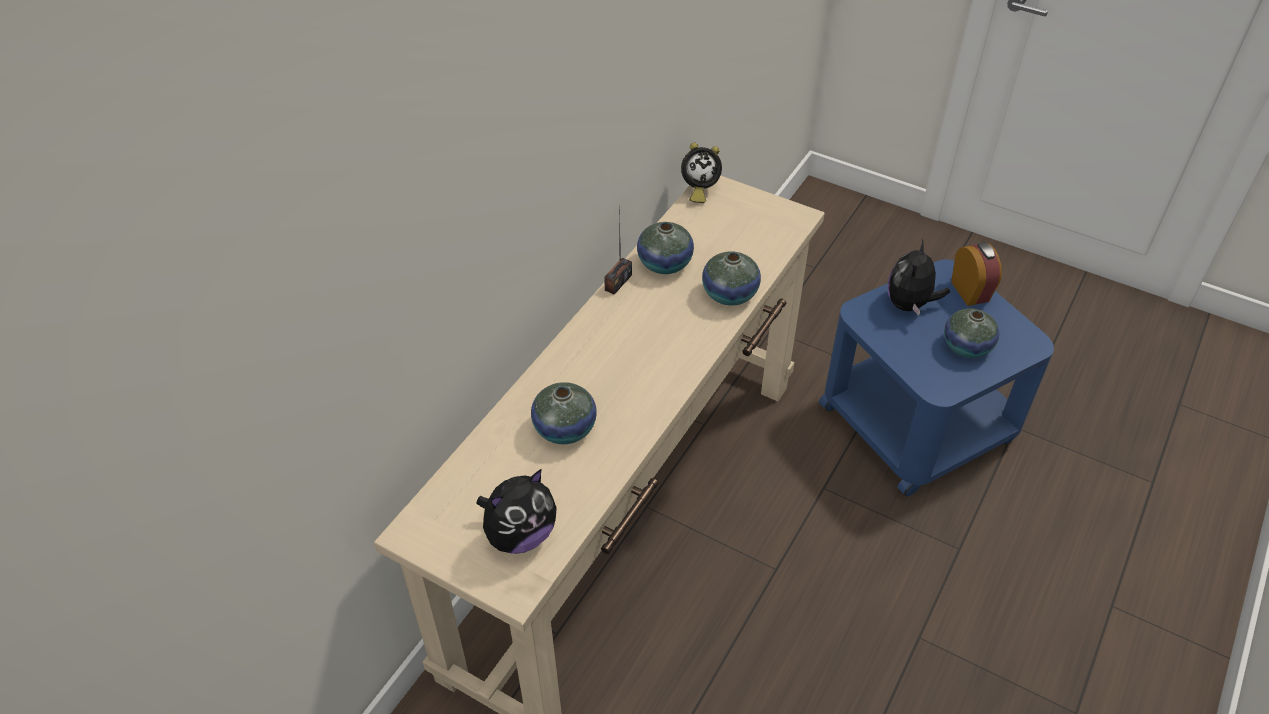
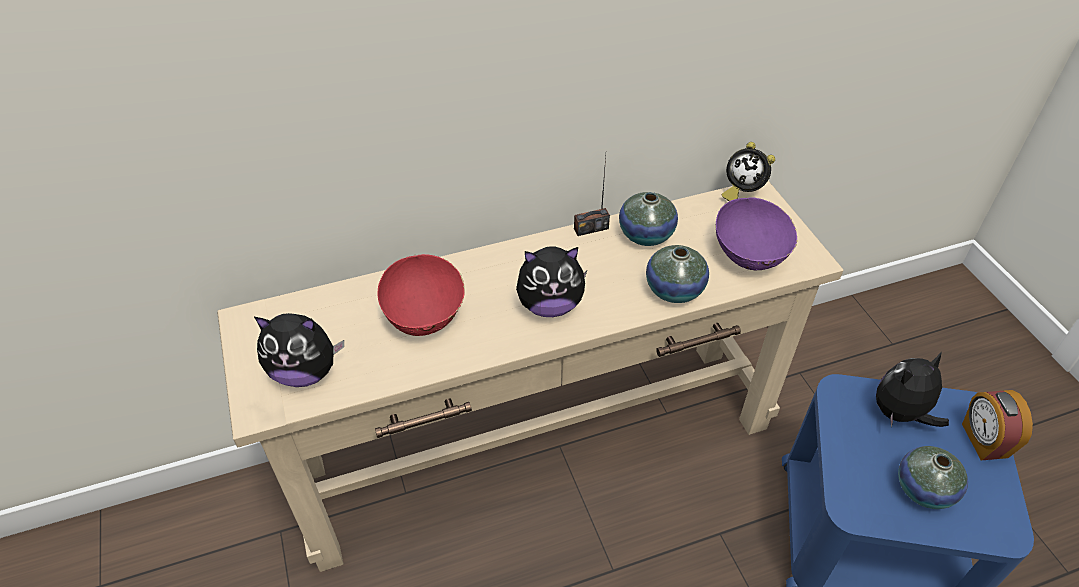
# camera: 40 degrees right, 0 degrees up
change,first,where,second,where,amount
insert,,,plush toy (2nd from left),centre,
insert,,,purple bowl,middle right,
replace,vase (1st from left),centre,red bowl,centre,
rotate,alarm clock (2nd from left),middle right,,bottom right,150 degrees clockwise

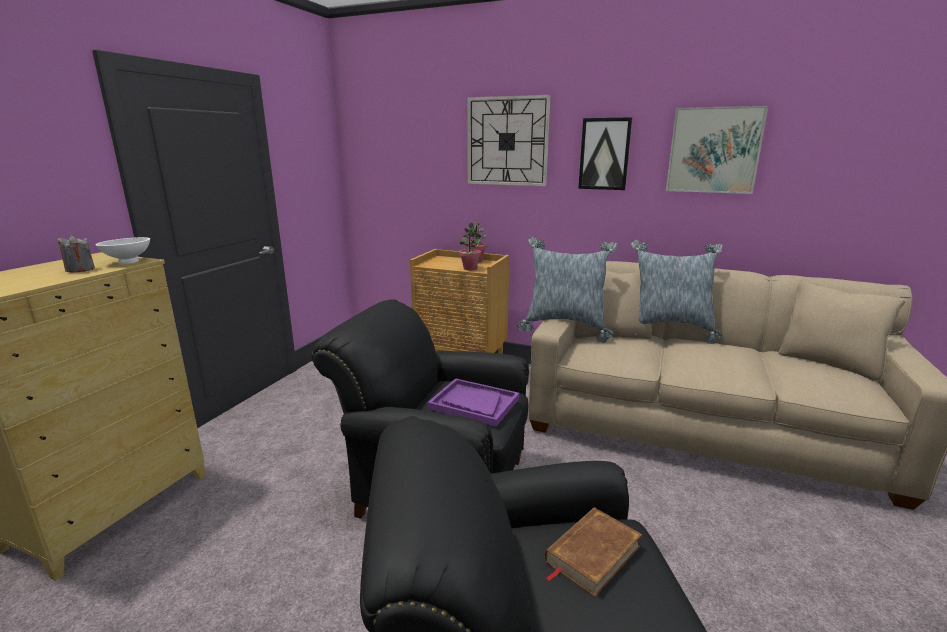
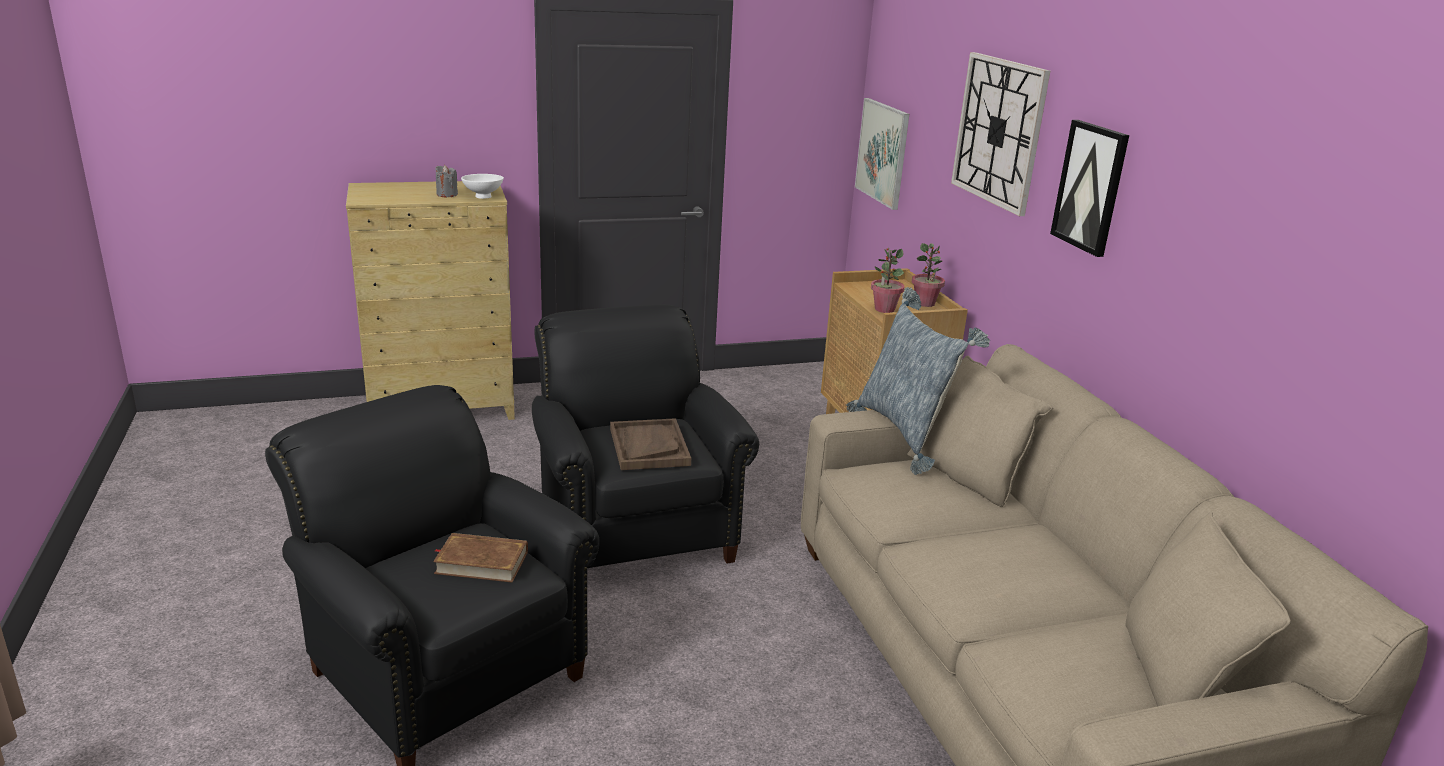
# camera: 50 degrees right, 5 degrees up
change,first,where,second,where,amount
delete,pillow (2nd from left),middle right,,,
move,picture (2nd from left in the first image),top right,picture (1st from left),top centre,
recolor,purple tray,centre,brown tray,centre,

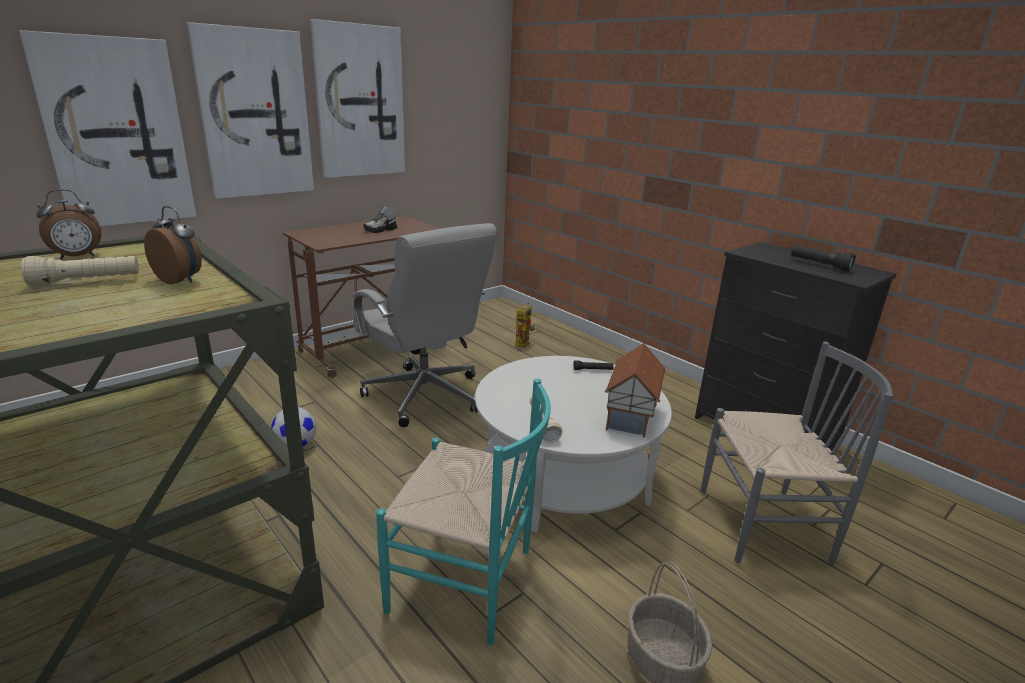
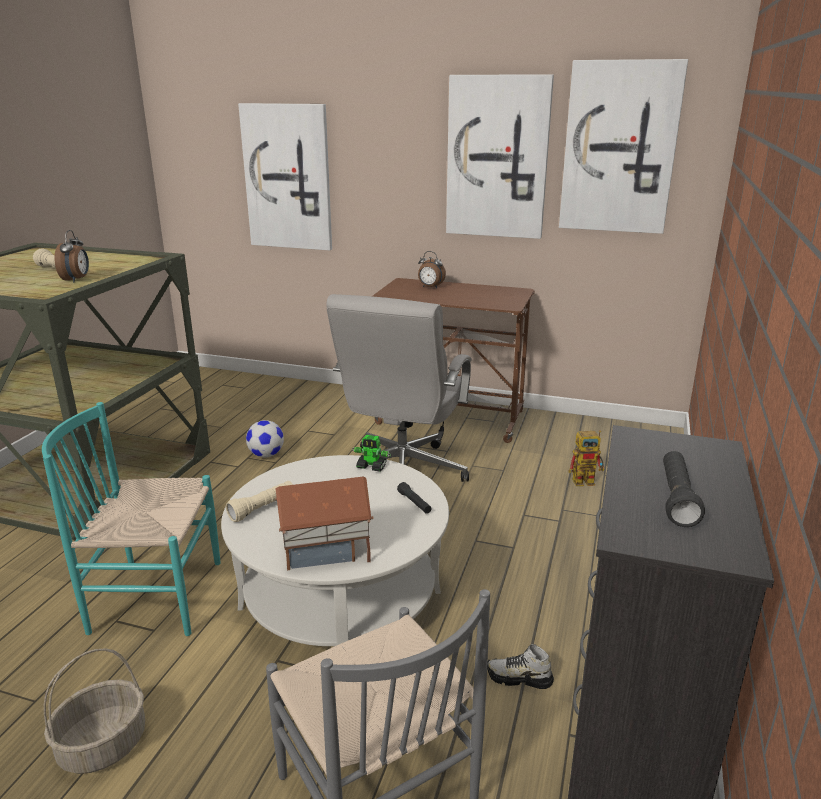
# camera: 60 degrees right, 0 degrees up
change,first,where,second,where,amount
insert,,,toy robot (1st from left),centre,
move,alarm clock (1st from left in the first image),top left,alarm clock (2nd from left),centre,
move,picture (2nd from left in the first image),top left,picture (3rd from left),top right,
move,shoe,top centre,,bottom centre,
rotate,turquoise chair,bottom centre,,middle left,105 degrees clockwise

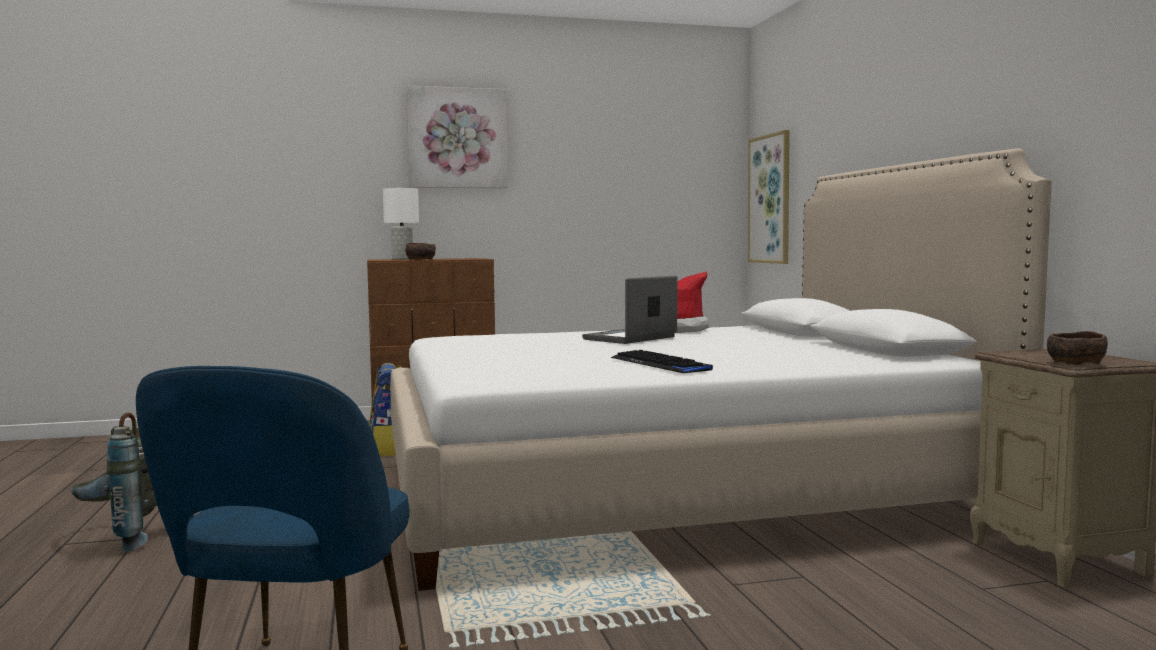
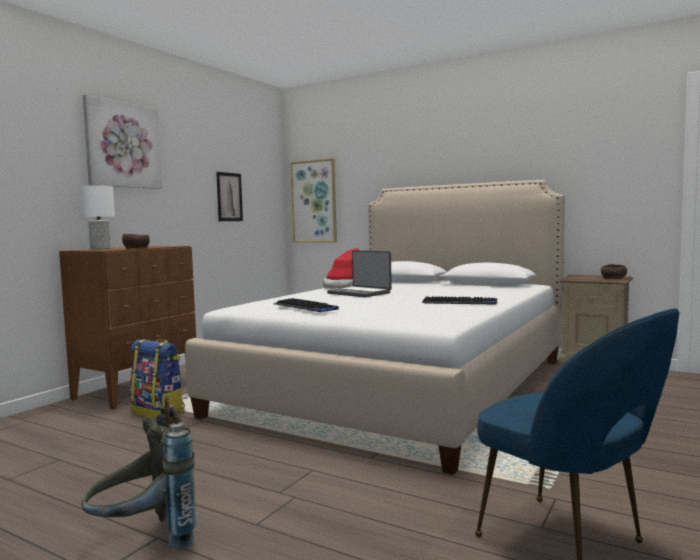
# camera: 45 degrees left, 0 degrees up
change,first,where,second,where,amount
insert,,,picture (2nd from left),middle left,
insert,,,keyboard (1st from left),centre,
rotate,laptop,centre,,centre,45 degrees counterclockwise

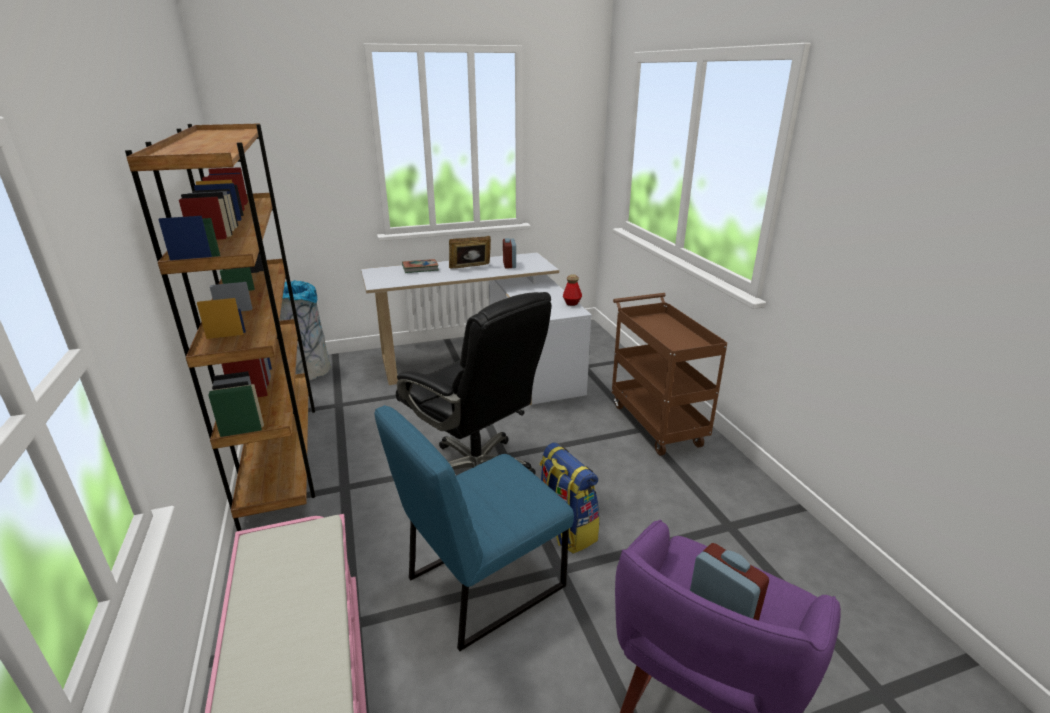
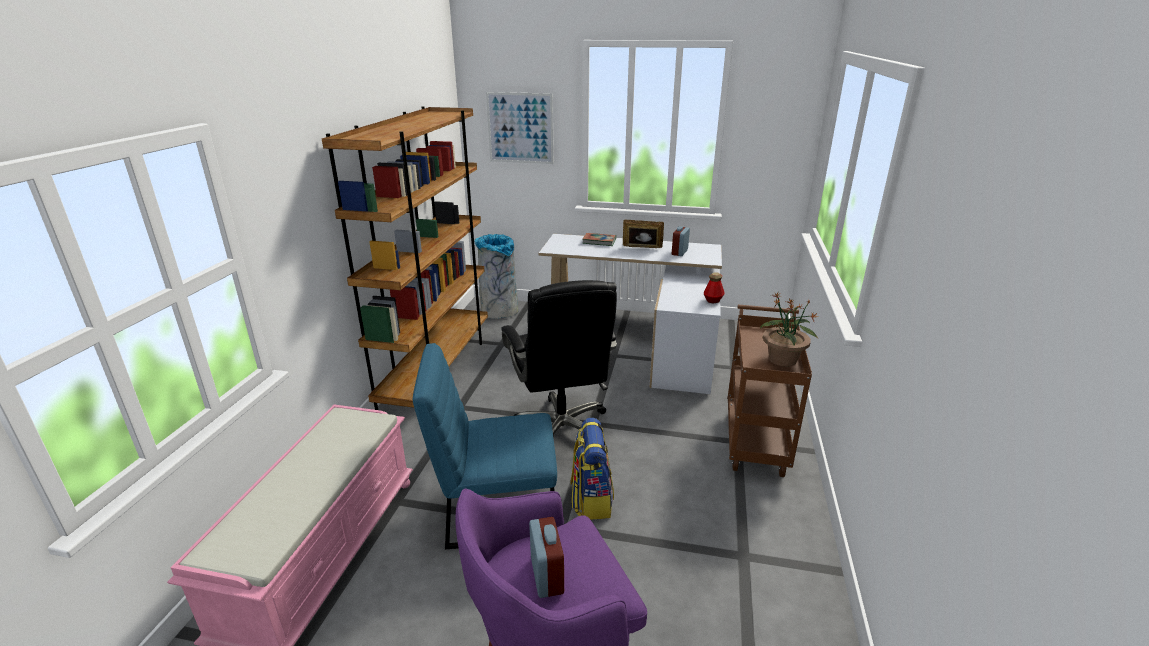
# camera: 30 degrees right, 0 degrees up
change,first,where,second,where,amount
insert,,,picture,top centre,
insert,,,potted plant,middle right,

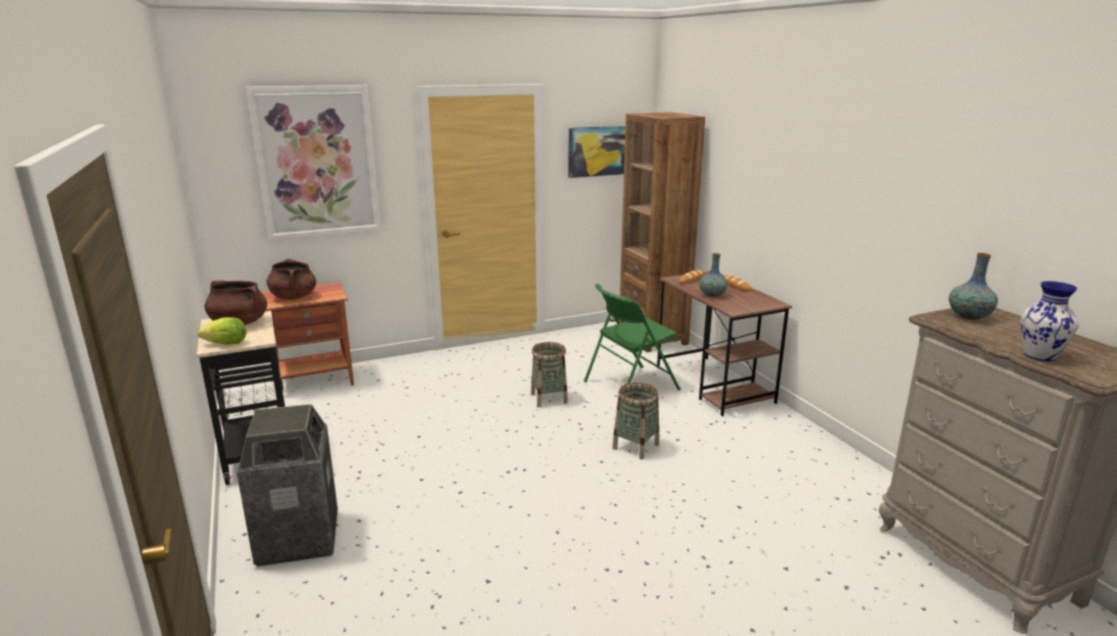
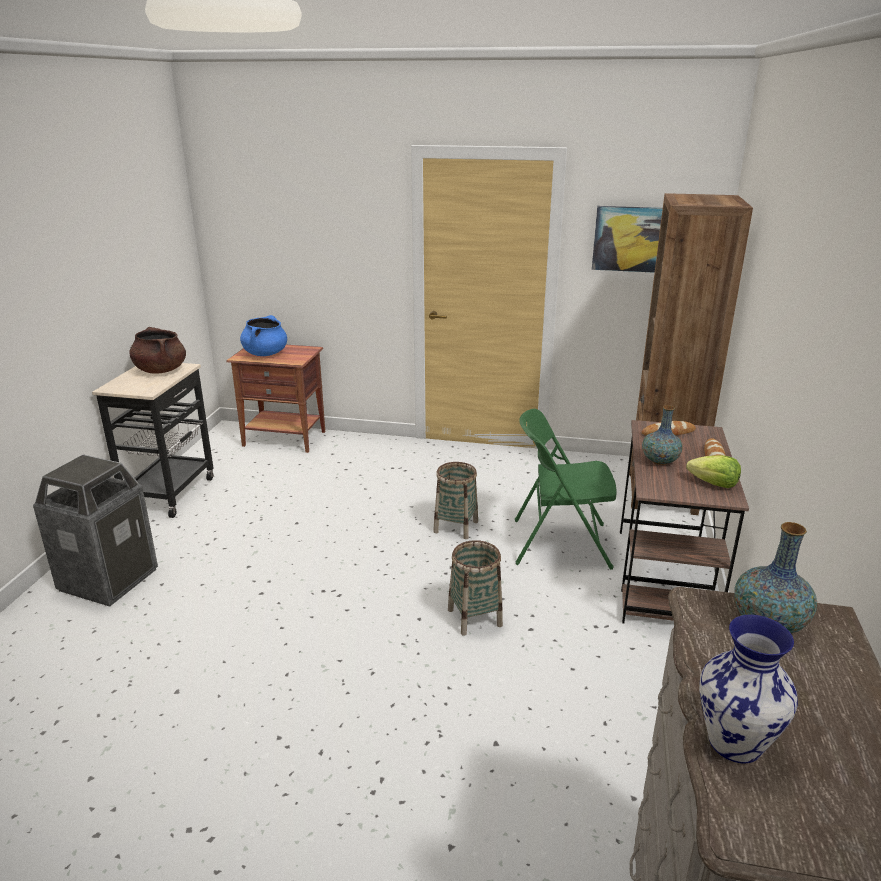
# camera: 35 degrees right, 5 degrees up
change,first,where,second,where,amount
delete,picture (1st from left),top left,,,
move,lettuce,middle left,,middle right,
recolor,brown cooking pot (2nd from left),middle left,blue cooking pot,middle left,

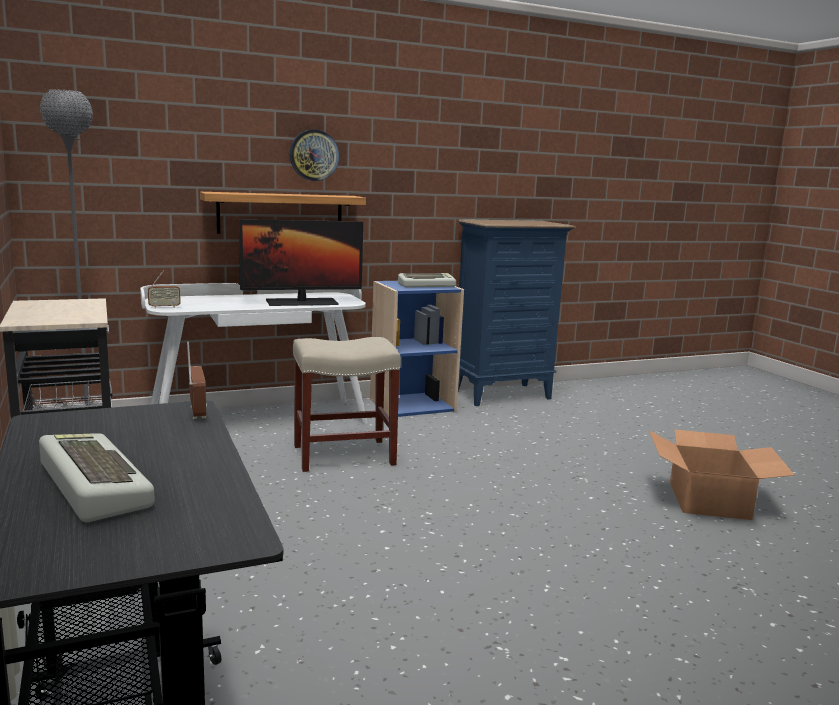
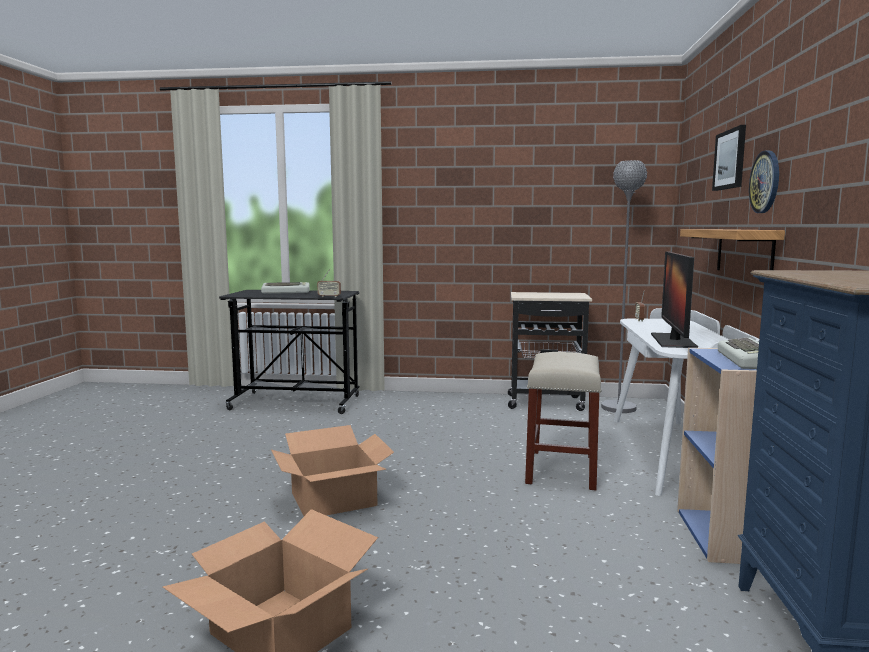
# camera: 120 degrees right, 5 degrees down
change,first,where,second,where,amount
insert,,,cardboard box (2nd from left),bottom centre,
insert,,,picture,top right,

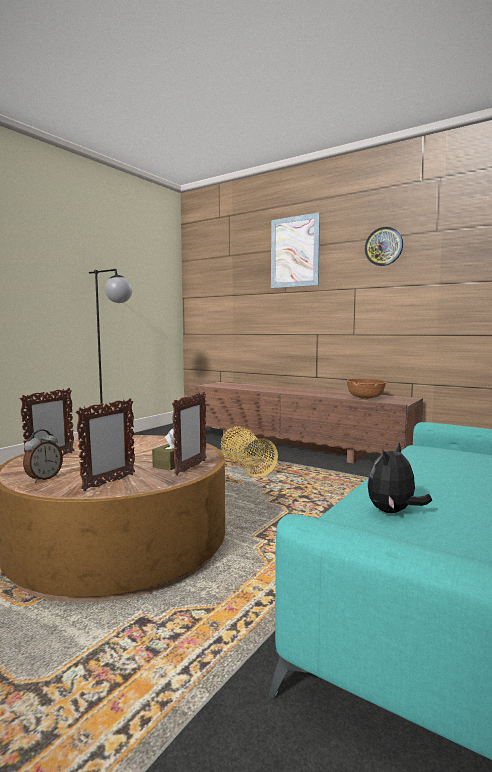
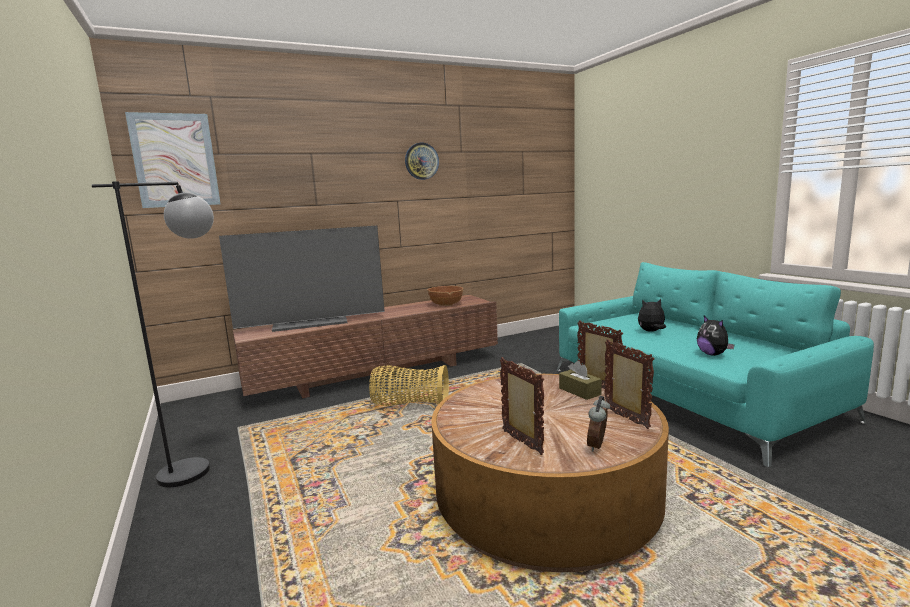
# camera: 60 degrees left, 5 degrees up
change,first,where,second,where,amount
insert,,,television,middle left,
insert,,,plush toy (1st from left),middle right,
move,picture,top centre,,top left,
rotate,alarm clock,middle left,,bottom centre,120 degrees counterclockwise

